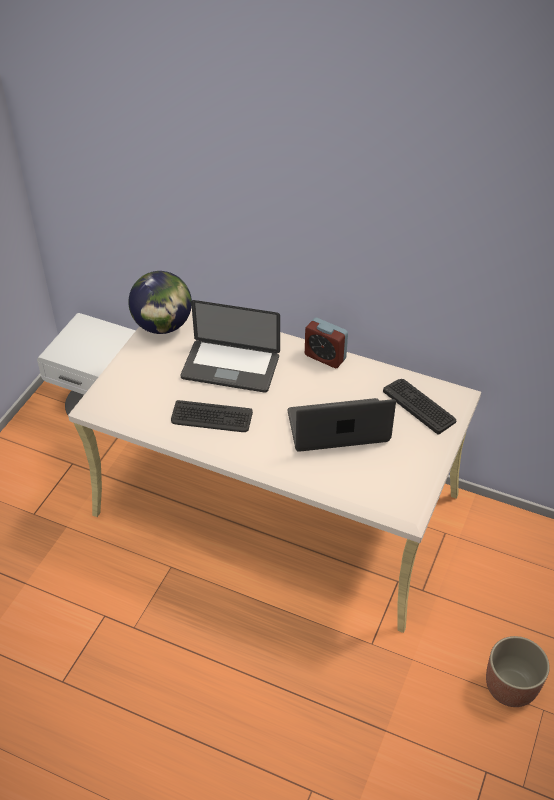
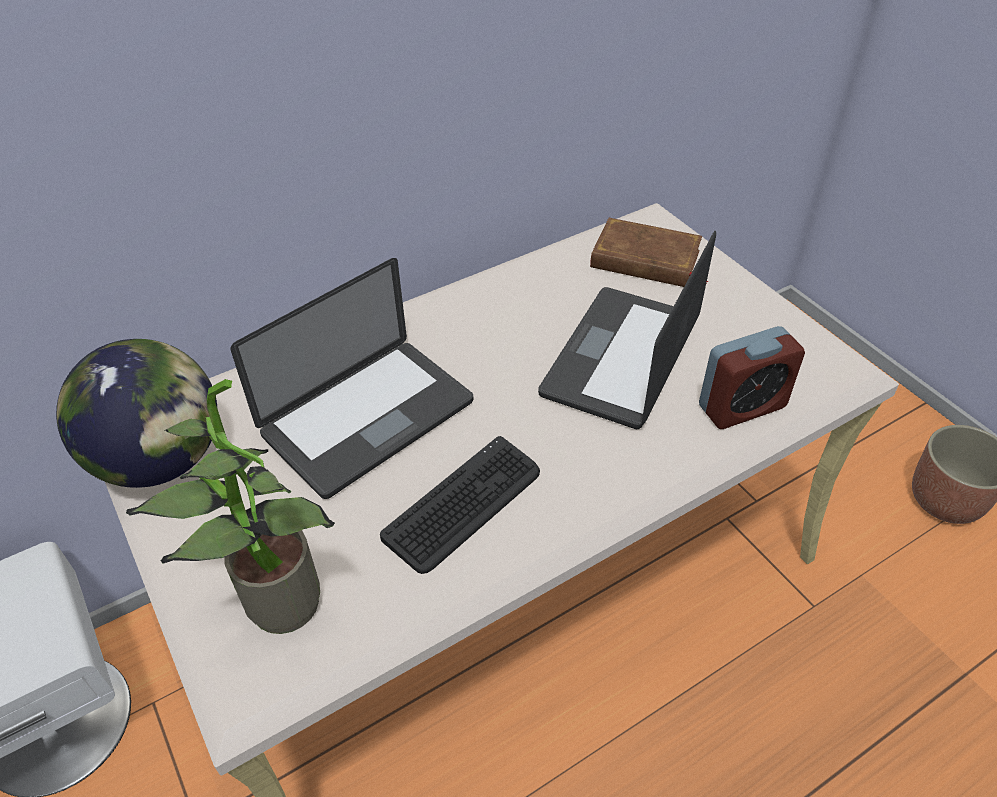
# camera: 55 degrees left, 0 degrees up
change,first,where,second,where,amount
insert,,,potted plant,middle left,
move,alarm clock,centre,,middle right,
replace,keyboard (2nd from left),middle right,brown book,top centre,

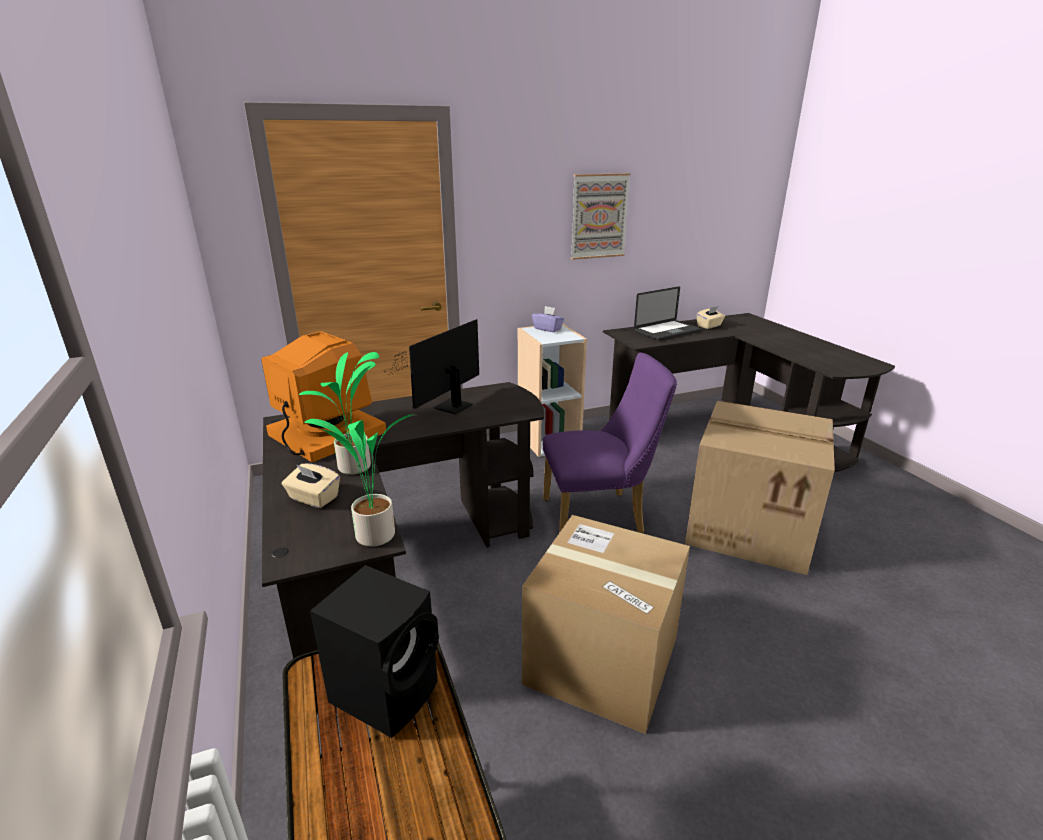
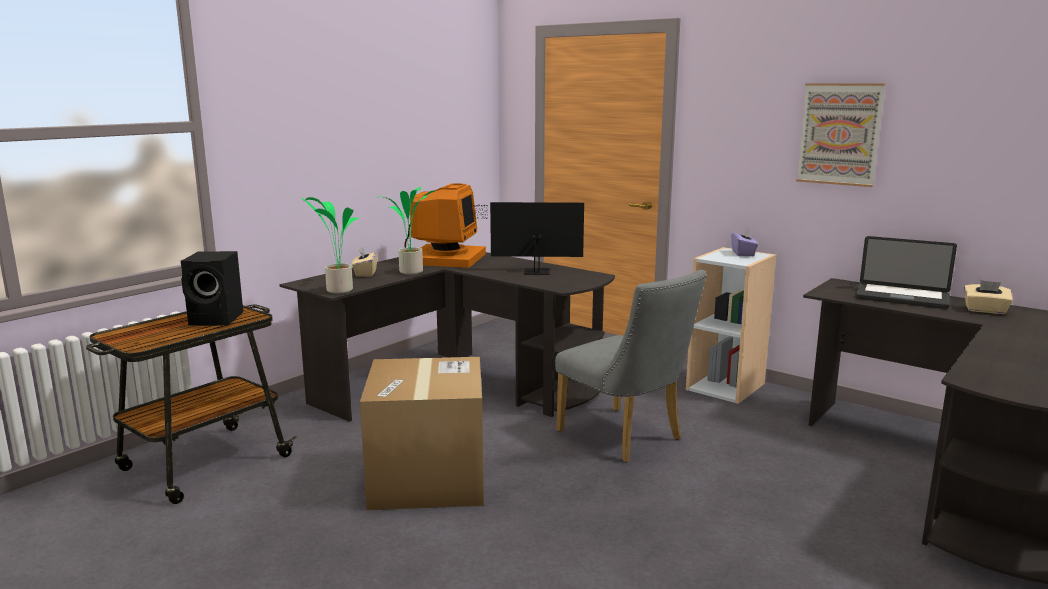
# camera: 60 degrees right, 10 degrees down
change,first,where,second,where,amount
delete,cardboard box (2nd from left),middle right,,,
recolor,purple chair,centre,grey chair,centre,

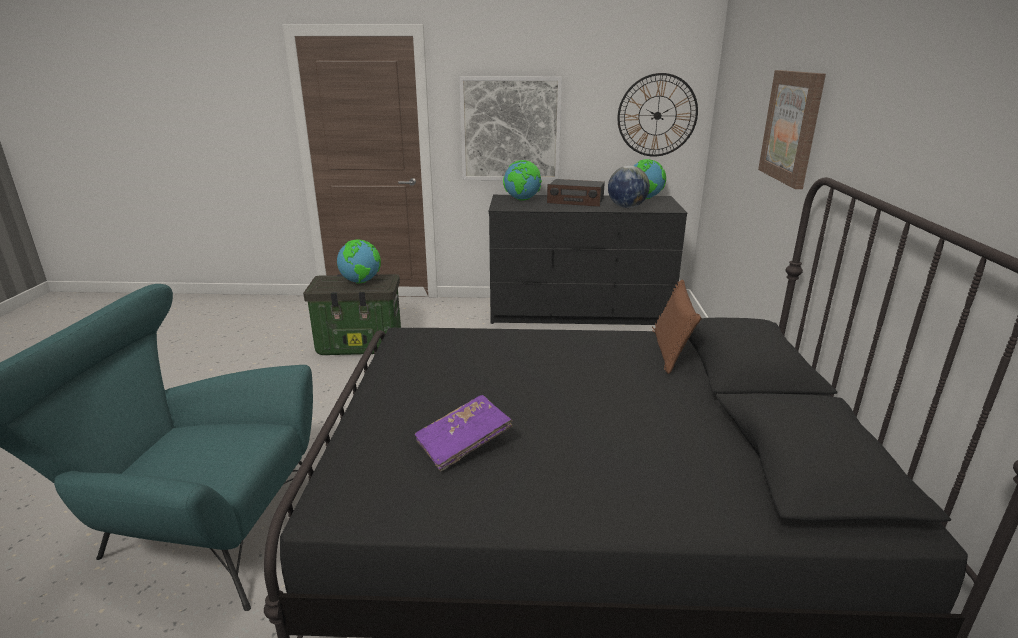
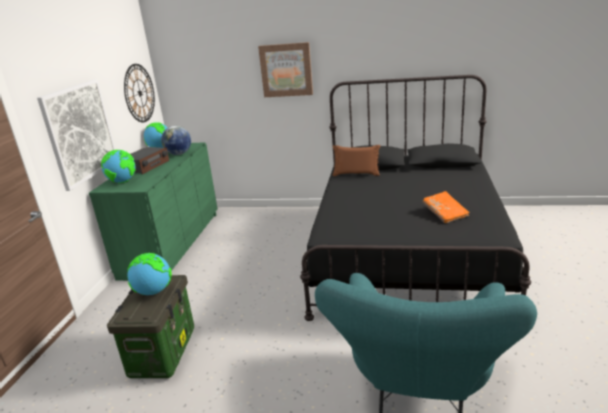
# camera: 80 degrees left, 0 degrees up
change,first,where,second,where,amount
recolor,purple book,bottom centre,orange book,middle right,
recolor,black dresser,centre,green dresser,middle left,

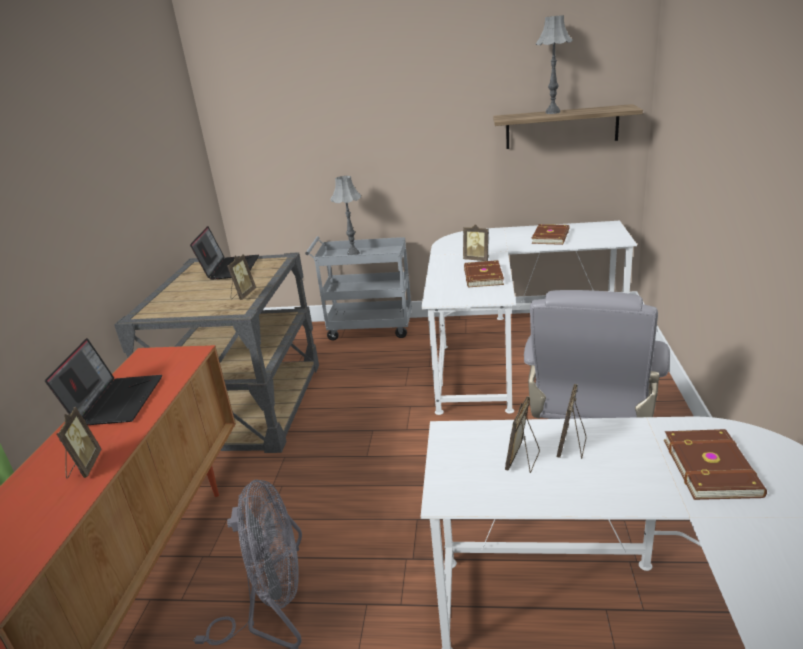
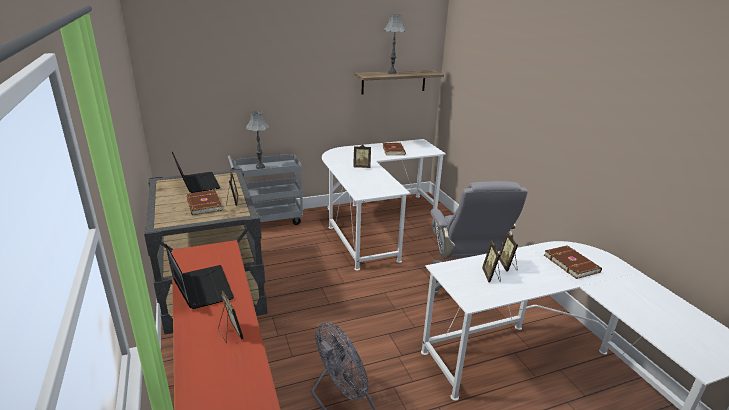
# camera: 30 degrees left, 0 degrees up
change,first,where,second,where,amount
move,brown book (1st from left),centre,,middle left,

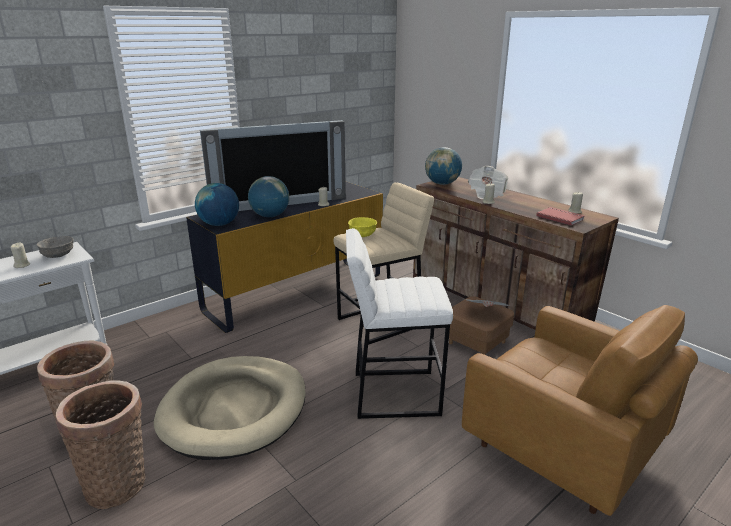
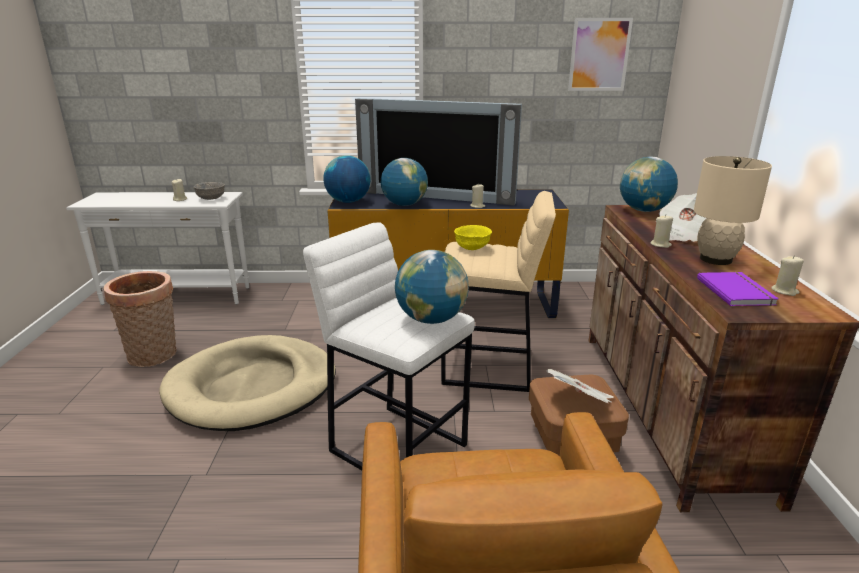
# camera: 40 degrees right, 0 degrees up
change,first,where,second,where,amount
delete,basket (2nd from left),bottom left,,,
insert,,,globe (3rd from left),centre,
insert,,,picture,top right,
insert,,,beige table lamp,middle right,
recolor,red book,middle right,purple book,middle right,

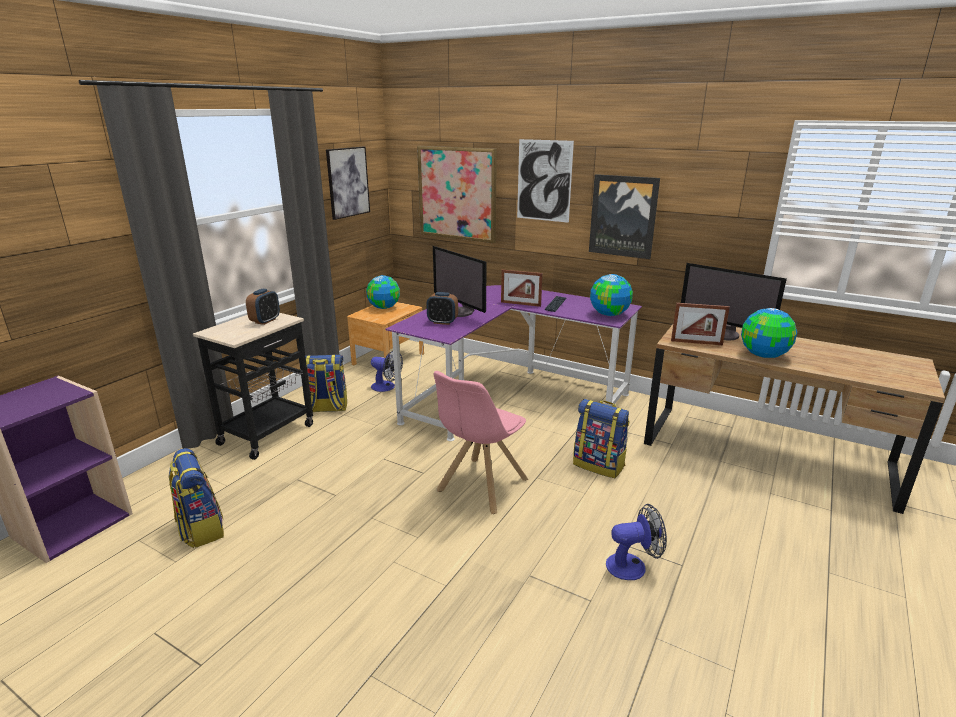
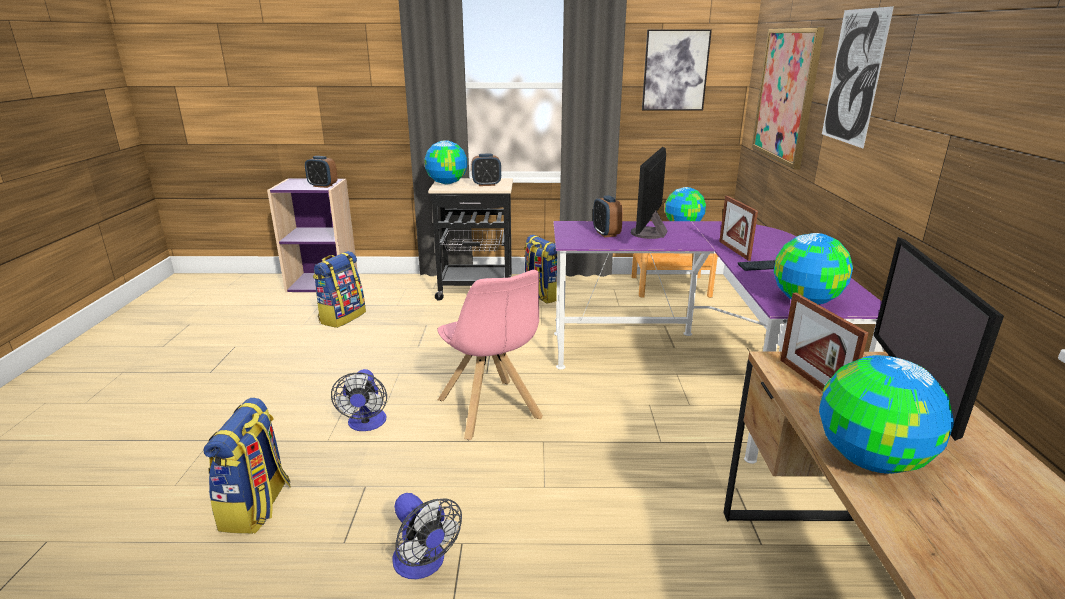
# camera: 60 degrees right, 0 degrees up
change,first,where,second,where,amount
delete,picture (4th from left),top centre,,,
insert,,,alarm clock (1st from left),top left,
insert,,,globe (1st from left),top centre,
move,fan (1st from left),centre,,bottom centre,
move,backpack (3rd from left in the first image),centre,backpack (1st from left),bottom left,
rotate,pink chair,centre,,centre,120 degrees counterclockwise

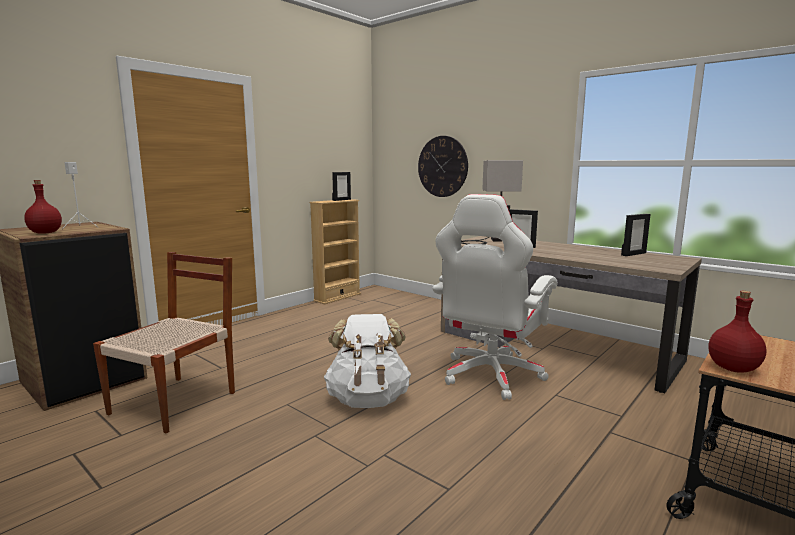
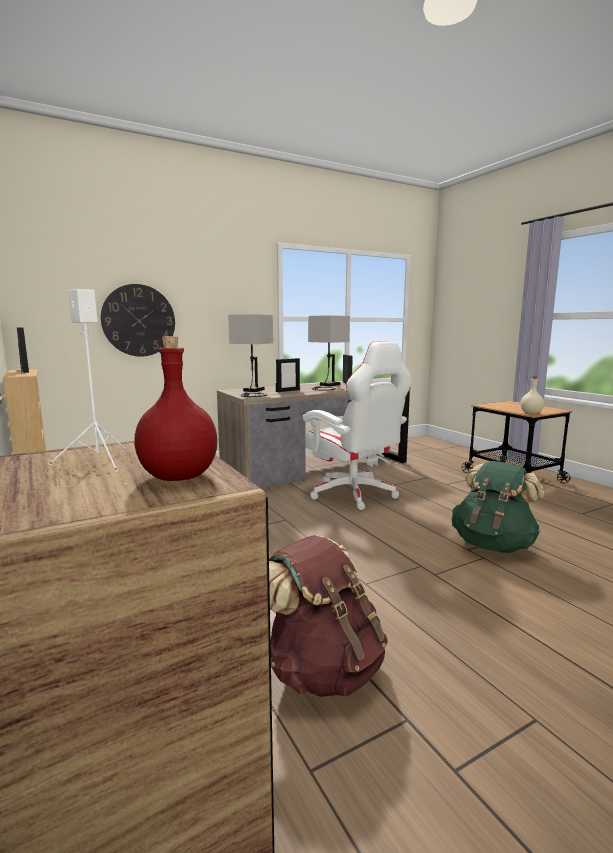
# camera: 70 degrees left, 0 degrees up
change,first,where,second,where,amount
delete,white backpack,bottom centre,,,
insert,,,table lamp (2nd from left),centre,
insert,,,green backpack,middle right,
replace,chair,middle left,brown backpack,bottom centre,
recolor,red bottle (2nd from left),middle right,beige bottle,middle right,

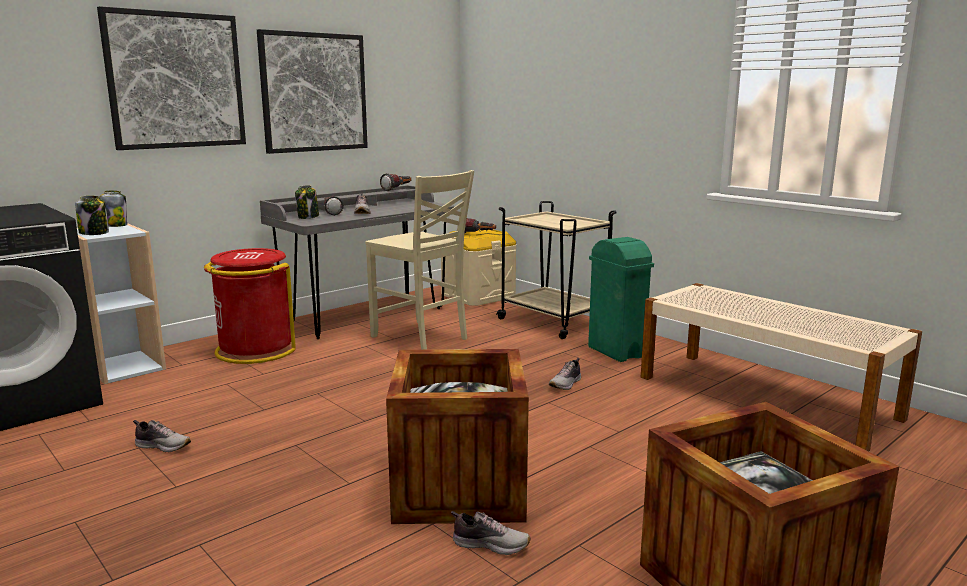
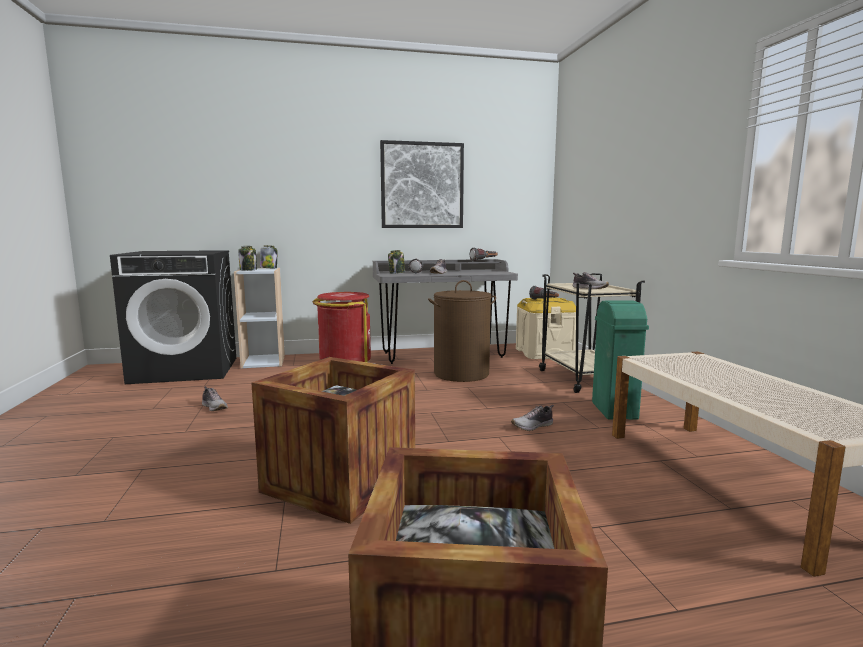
# camera: 30 degrees right, 5 degrees down
change,first,where,second,where,amount
delete,picture (1st from left),top left,,,
move,shoe (3rd from left in the first image),bottom centre,shoe (4th from left),middle right,
replace,beige chair,centre,brown laundry basket,centre,

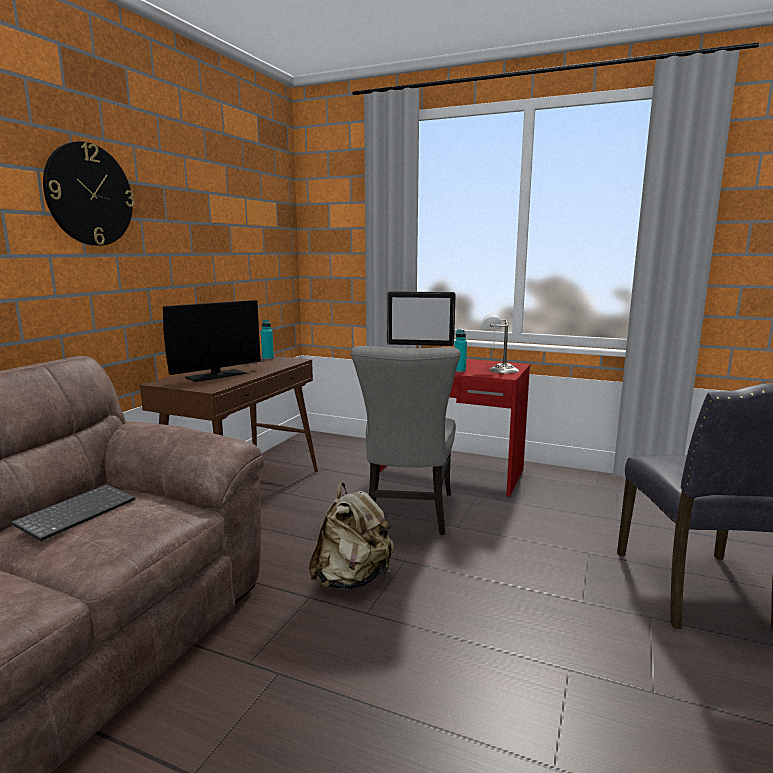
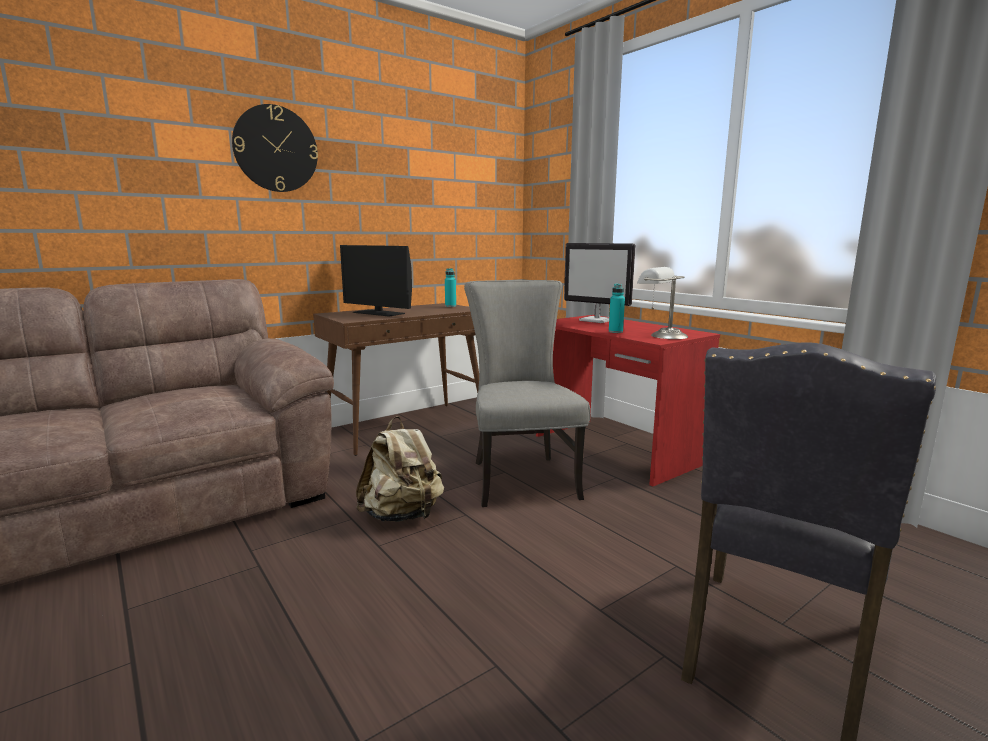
# camera: 30 degrees right, 0 degrees up
change,first,where,second,where,amount
delete,keyboard,middle left,,,
rotate,monitor (1st from left),middle left,,centre,45 degrees clockwise
rotate,grey chair (1st from left),centre,,centre,135 degrees clockwise

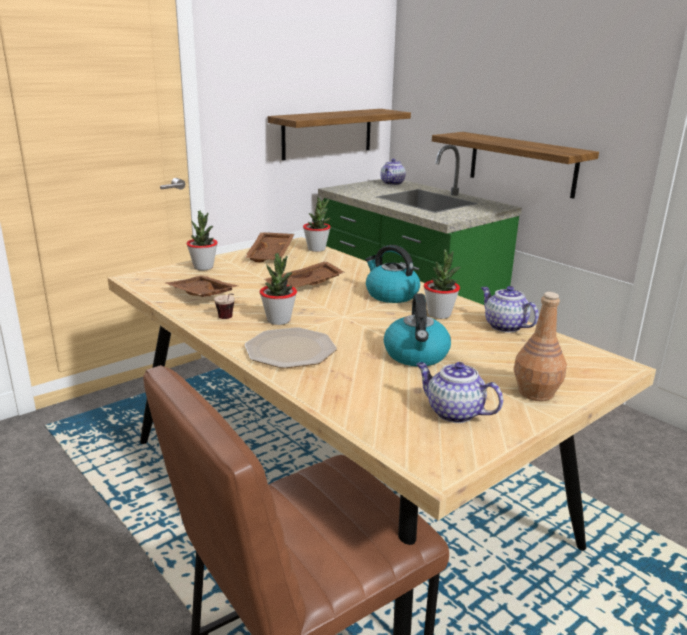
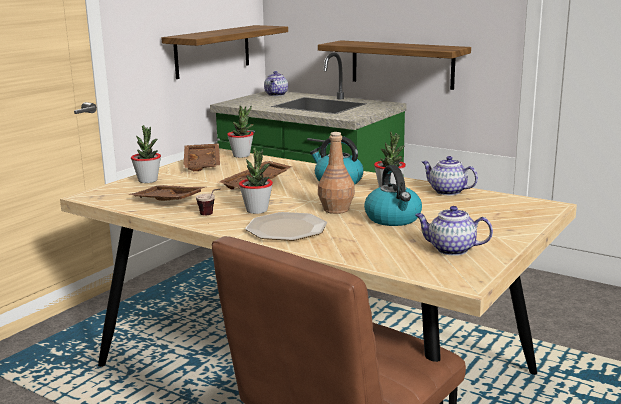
# camera: 15 degrees left, 5 degrees down
change,first,where,second,where,amount
move,brown bottle,middle right,,centre,

